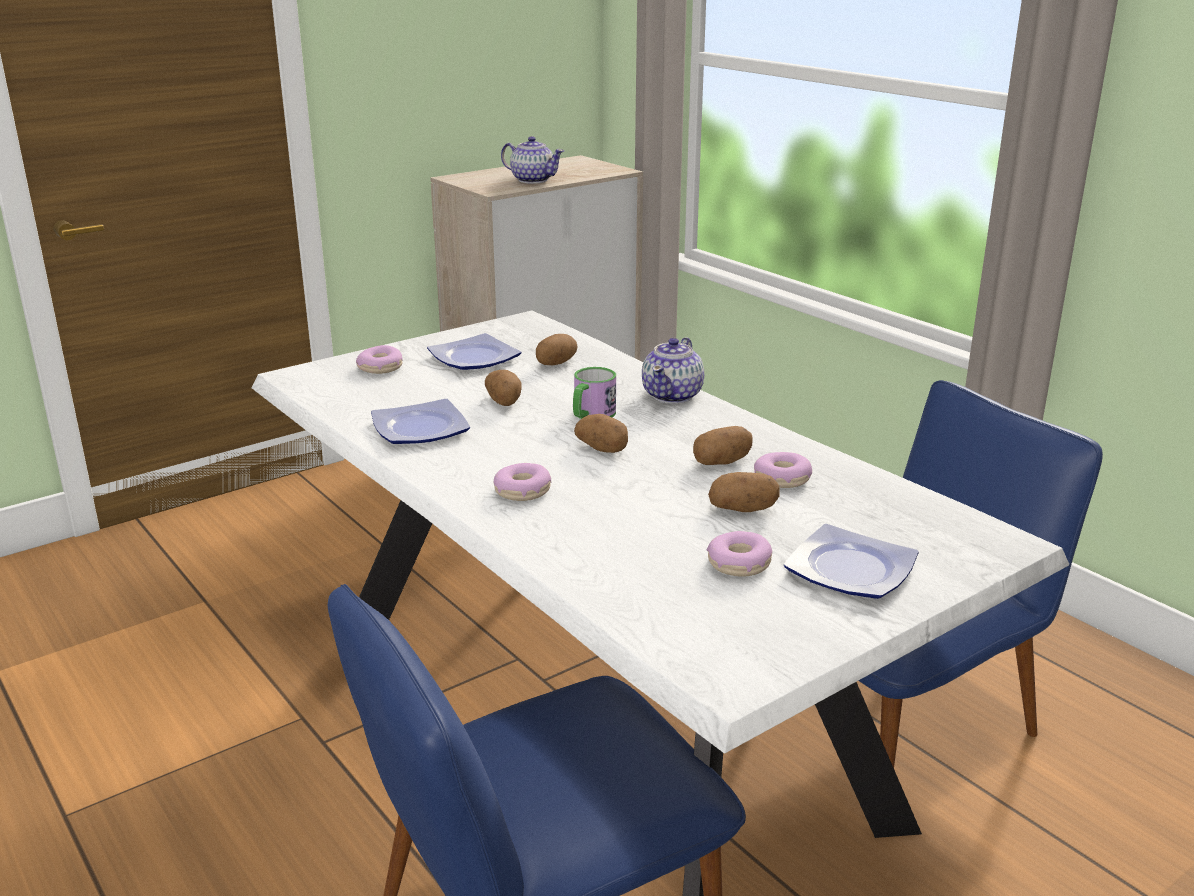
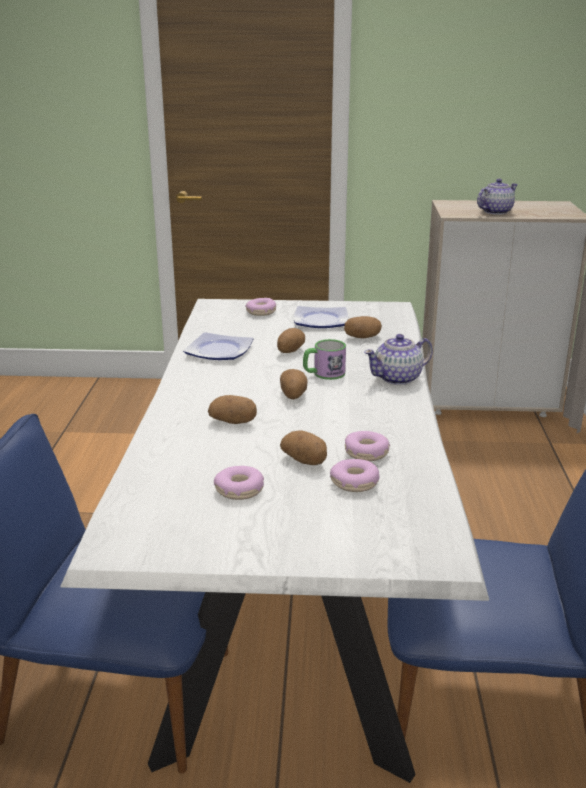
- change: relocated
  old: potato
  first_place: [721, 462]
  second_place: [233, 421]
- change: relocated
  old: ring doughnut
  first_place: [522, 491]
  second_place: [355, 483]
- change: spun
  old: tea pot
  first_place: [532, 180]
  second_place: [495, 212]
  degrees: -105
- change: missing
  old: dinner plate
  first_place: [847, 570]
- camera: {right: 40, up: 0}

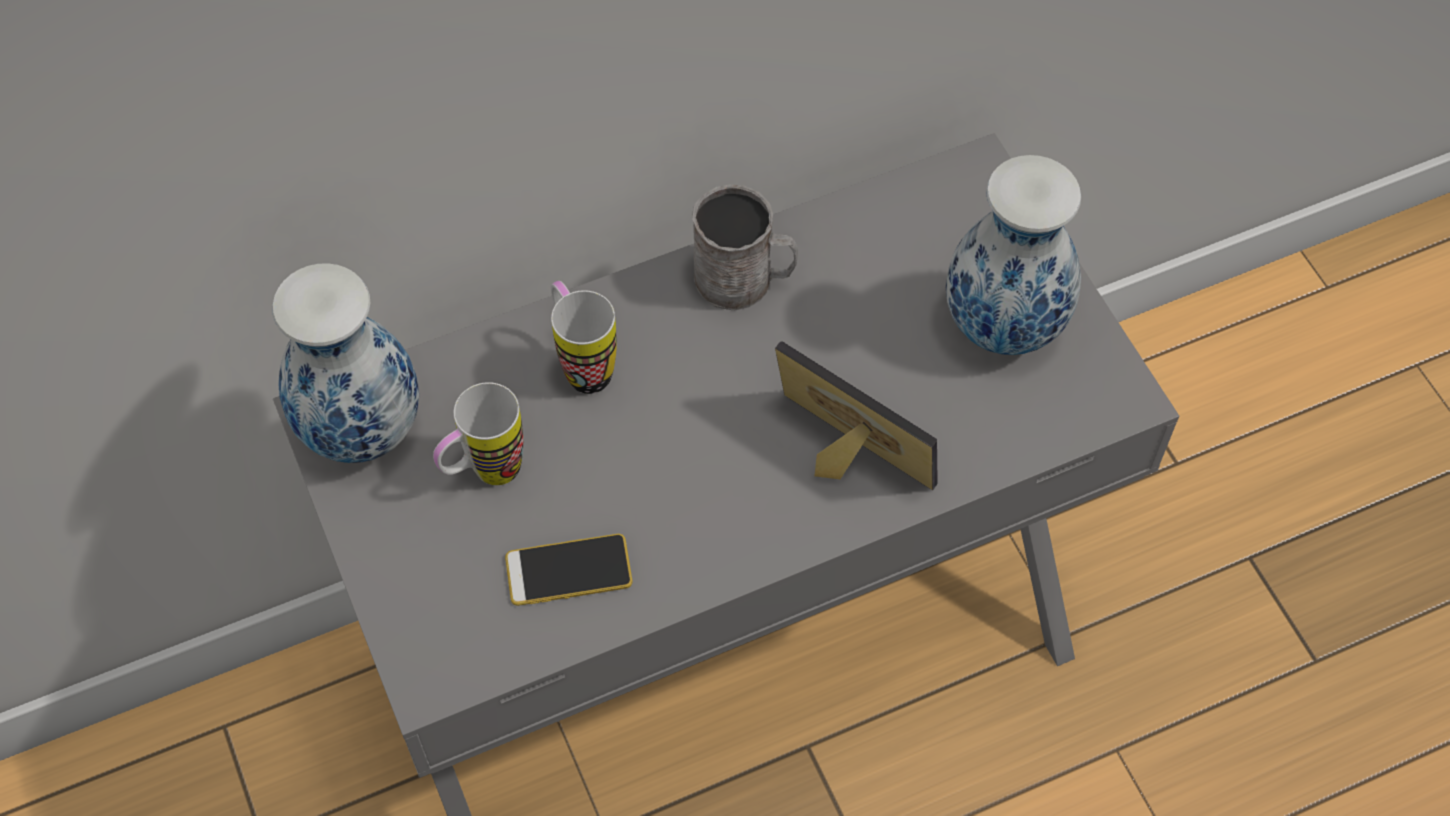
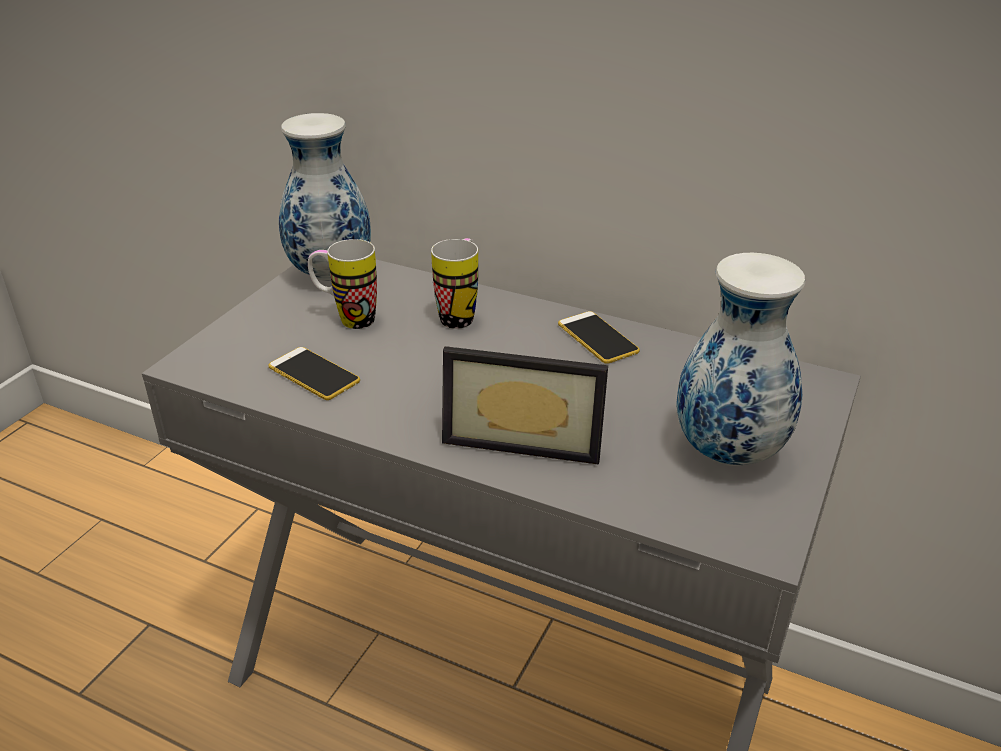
- change: spun
  old: photo frame
  first_place: [842, 459]
  second_place: [524, 436]
  degrees: 105
- change: exchanged
  old: tea mug/grey
  new: telephone
  first_place: [744, 280]
  second_place: [597, 338]
- camera: {right: 50, up: -25}

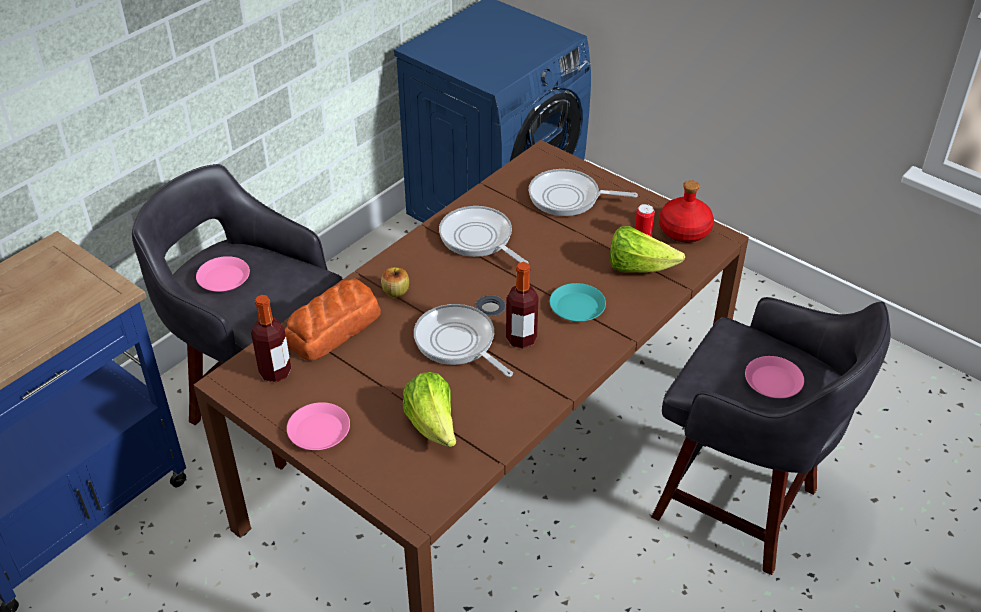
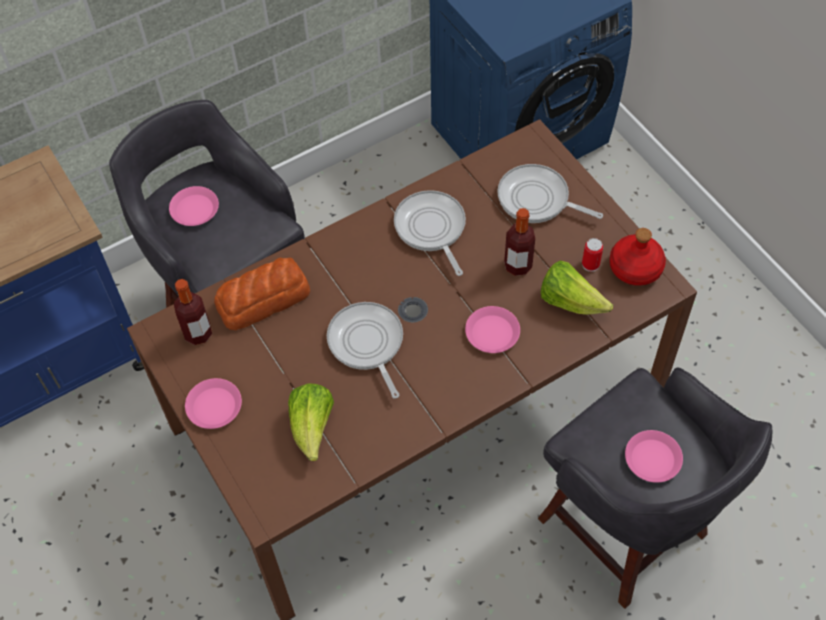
- change: colour
  old: dinner plate/turquoise
  new: dinner plate/pink
  first_place: [577, 307]
  second_place: [492, 333]
- change: relocated
  old: bottle
  first_place: [521, 339]
  second_place: [518, 265]
- change: missing
  old: apple
  first_place: [395, 292]
- camera: {right: 20, up: 15}

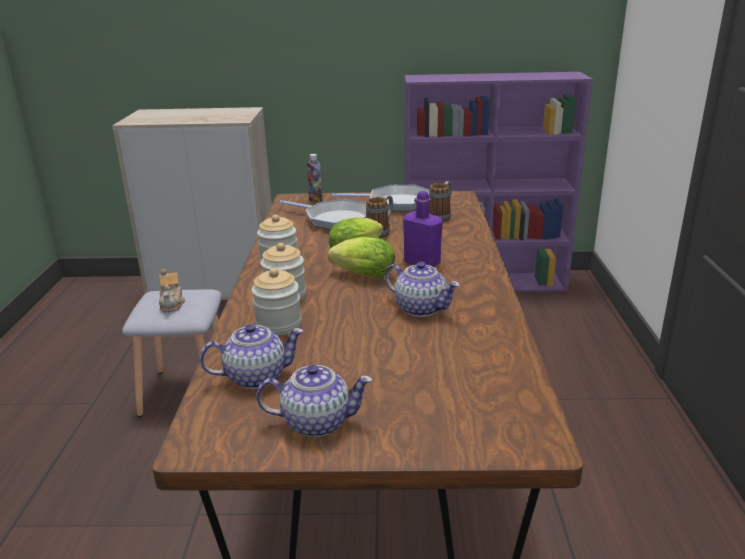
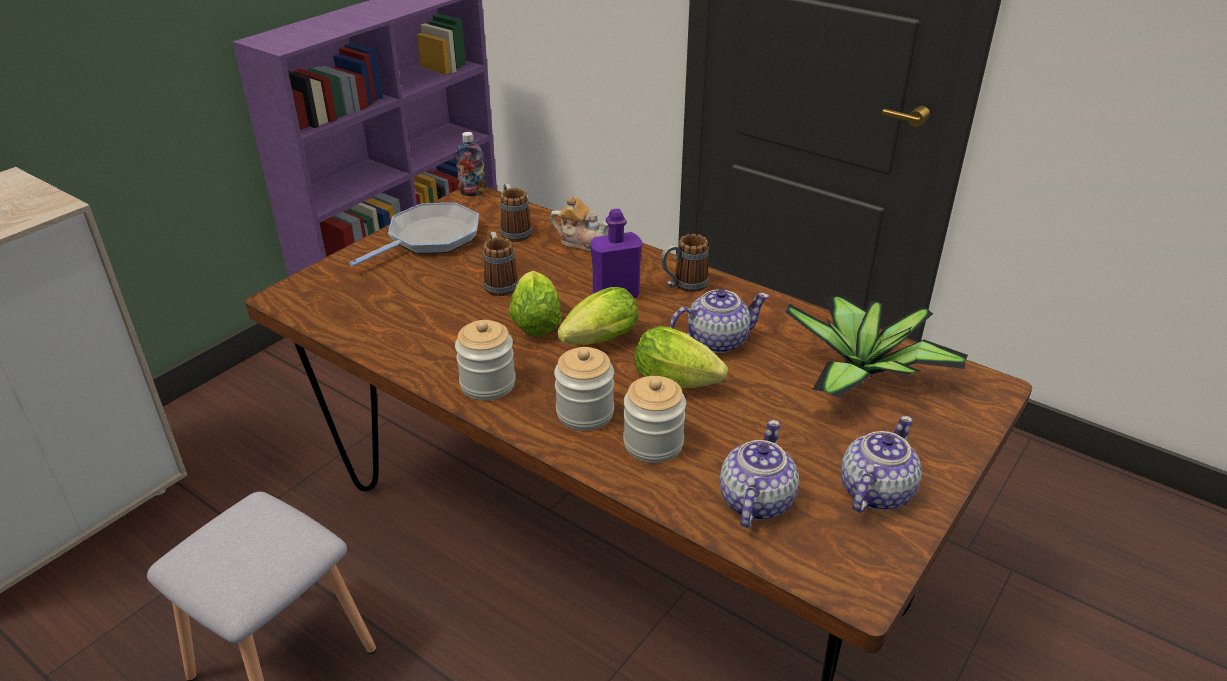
- change: relocated
  old: bottle
  first_place: [315, 200]
  second_place: [472, 193]
- change: relocated
  old: tea pot
  first_place: [172, 303]
  second_place: [582, 242]
- change: appeared
  new: lettuce head
  second_place: [681, 383]
- change: appeared
  new: tea mug
  second_place: [683, 285]
- change: appeared
  new: plant in a pot
  second_place: [864, 373]
- change: missing
  old: pan
  first_place: [335, 219]
- camera: {right: -55, up: 10}

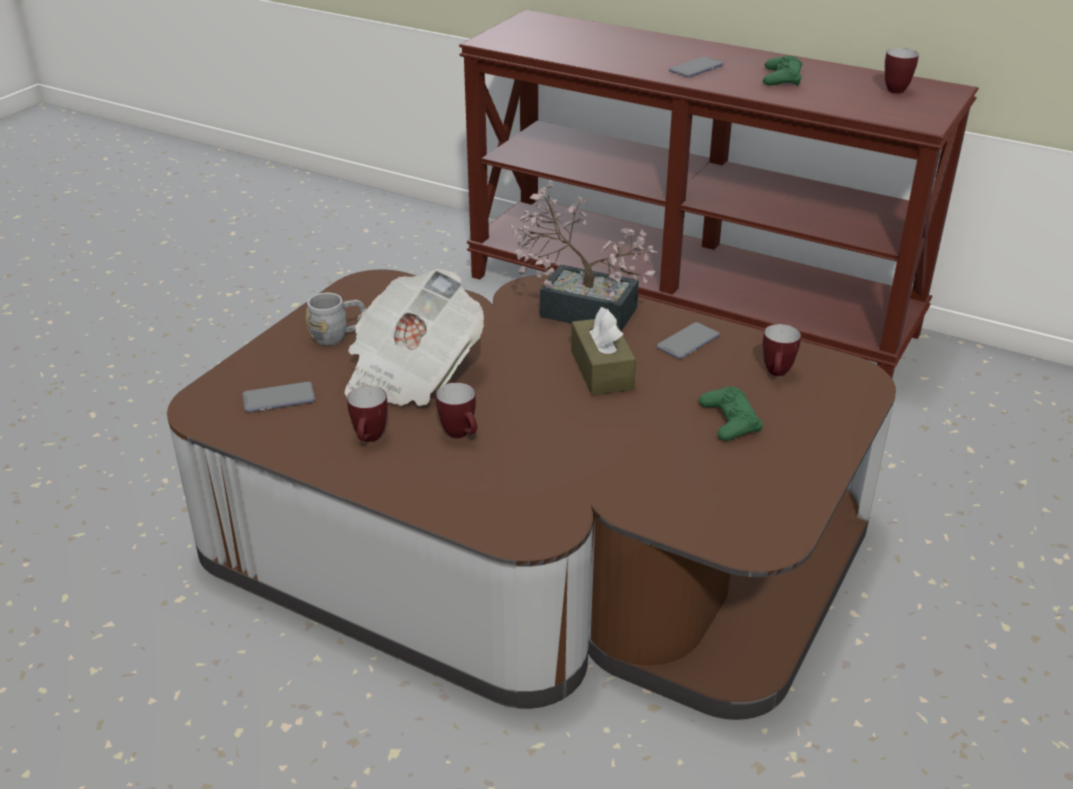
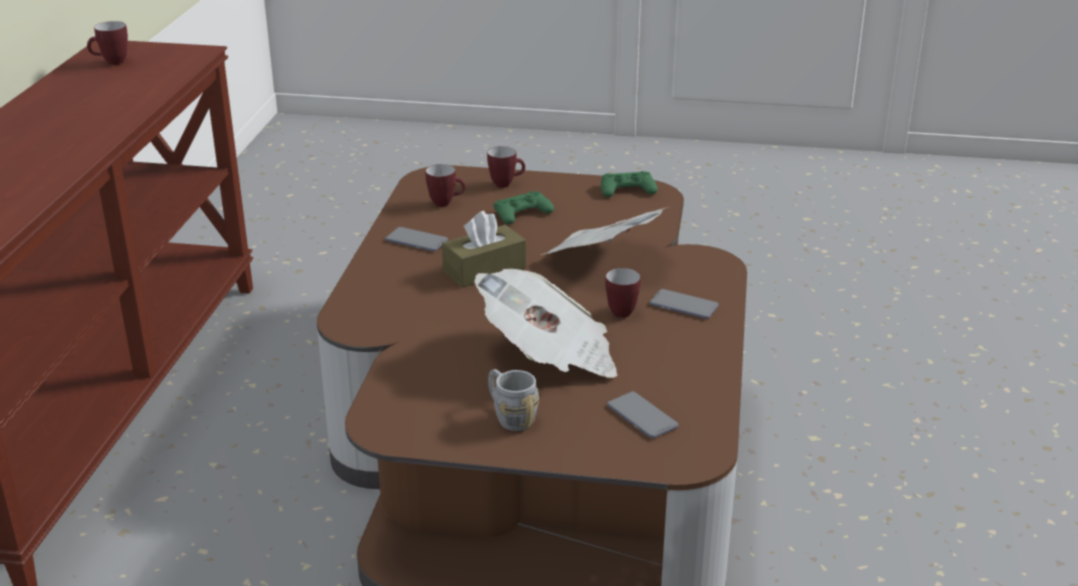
- change: relocated
  old: tea mug
  first_place: [370, 440]
  second_place: [506, 184]
- change: appeared
  new: daily paper
  second_place: [603, 261]
- change: relocated
  old: game controller/green
  first_place: [781, 78]
  second_place: [627, 190]
- change: relocated
  old: telephone
  first_place: [696, 68]
  second_place: [683, 305]
- change: missing
  old: plant in a pot
  first_place: [578, 309]
- camera: {right: -110, up: -5}

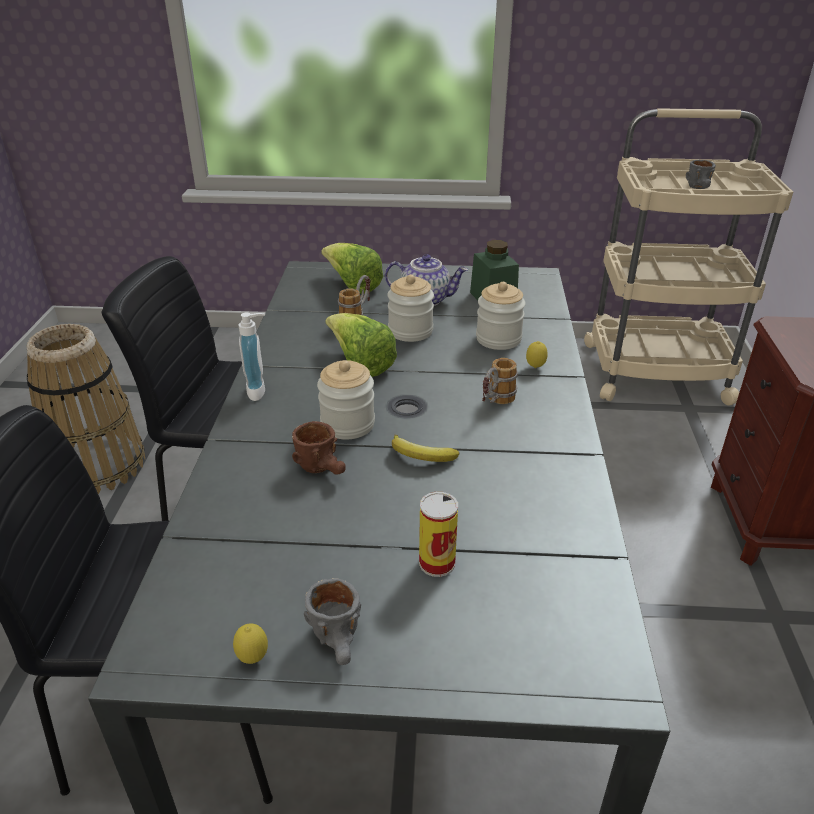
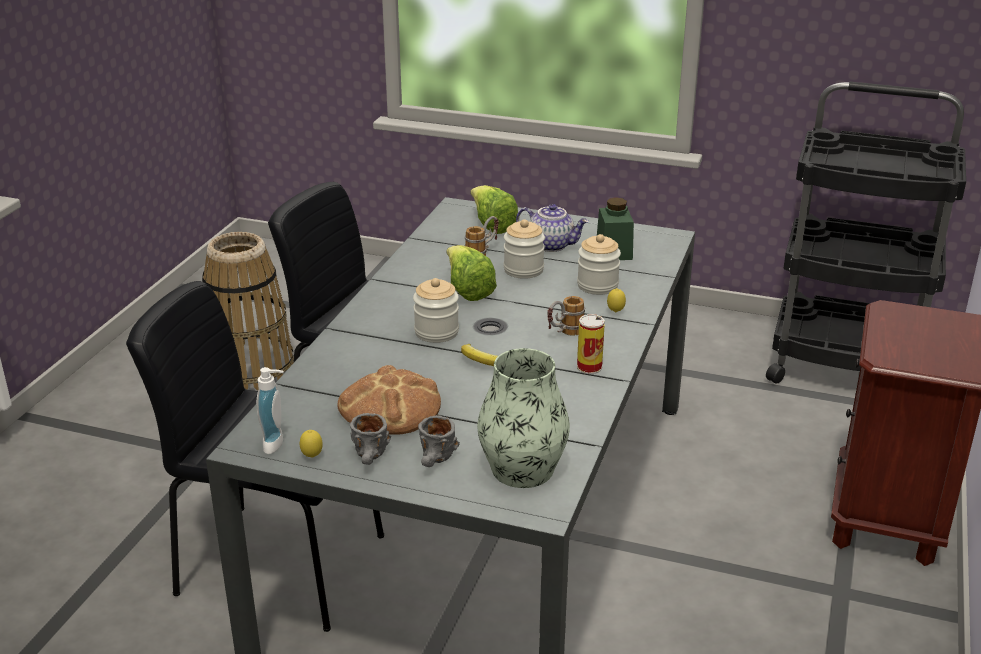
- change: relocated
  old: liquid soap bottle
  first_place: [260, 391]
  second_place: [277, 444]
- change: appeared
  new: bread
  second_place: [390, 407]
- change: relocated
  old: tea mug/grey
  first_place: [701, 189]
  second_place: [436, 461]
- change: appeared
  new: vase
  second_place: [522, 469]
- change: relocated
  old: sealed can
  first_place: [437, 563]
  second_place: [589, 367]
- change: colour
  old: cart/beige-coloured
  new: cart/blackish
  first_place: [656, 373]
  second_place: [845, 364]
- change: missing
  old: tea mug/brown
  first_place: [325, 469]
- camera: {right: 15, up: -5}

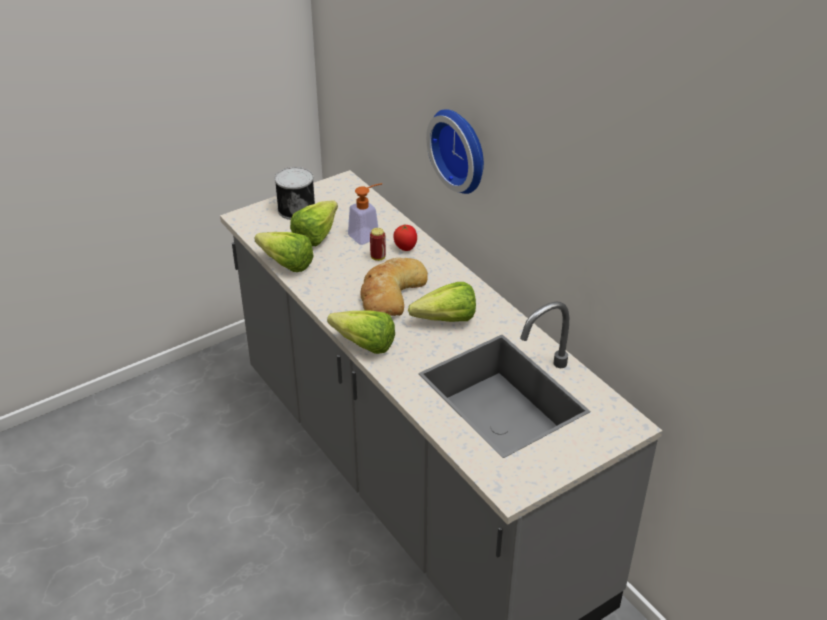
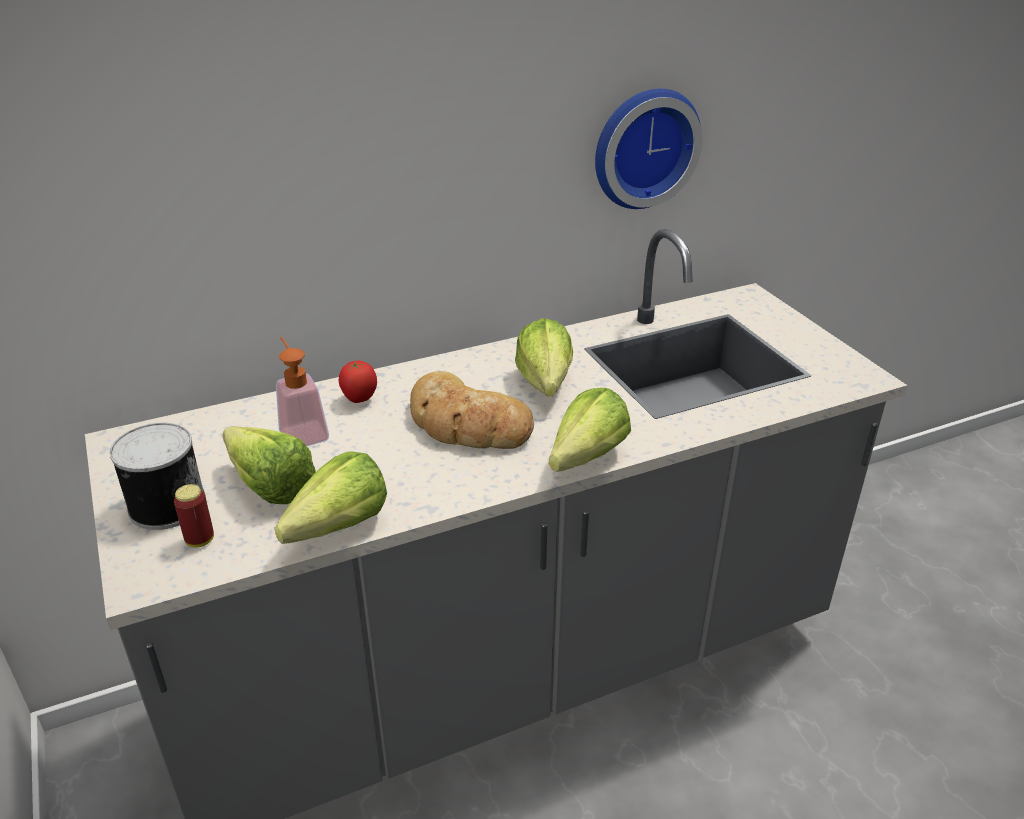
- change: relocated
  old: sealed can
  first_place: [378, 257]
  second_place: [200, 540]
- change: relocated
  old: hanging clock
  first_place: [461, 149]
  second_place: [643, 147]
- camera: {right: -80, up: -5}

